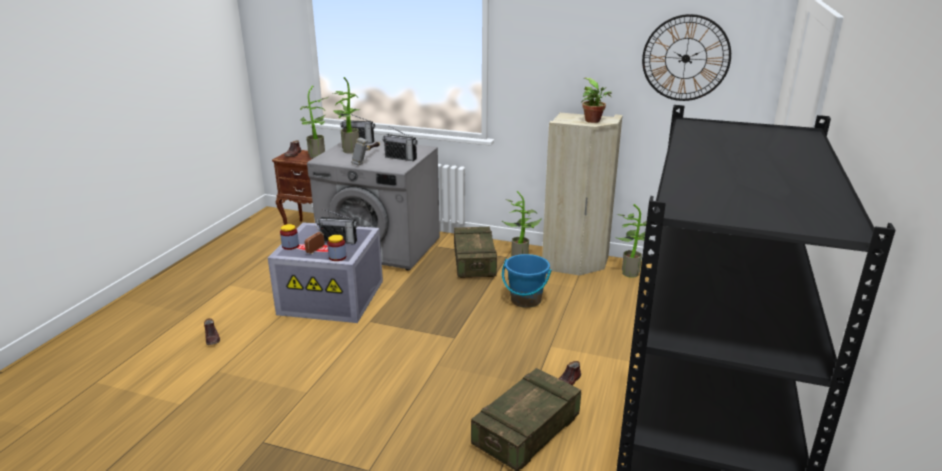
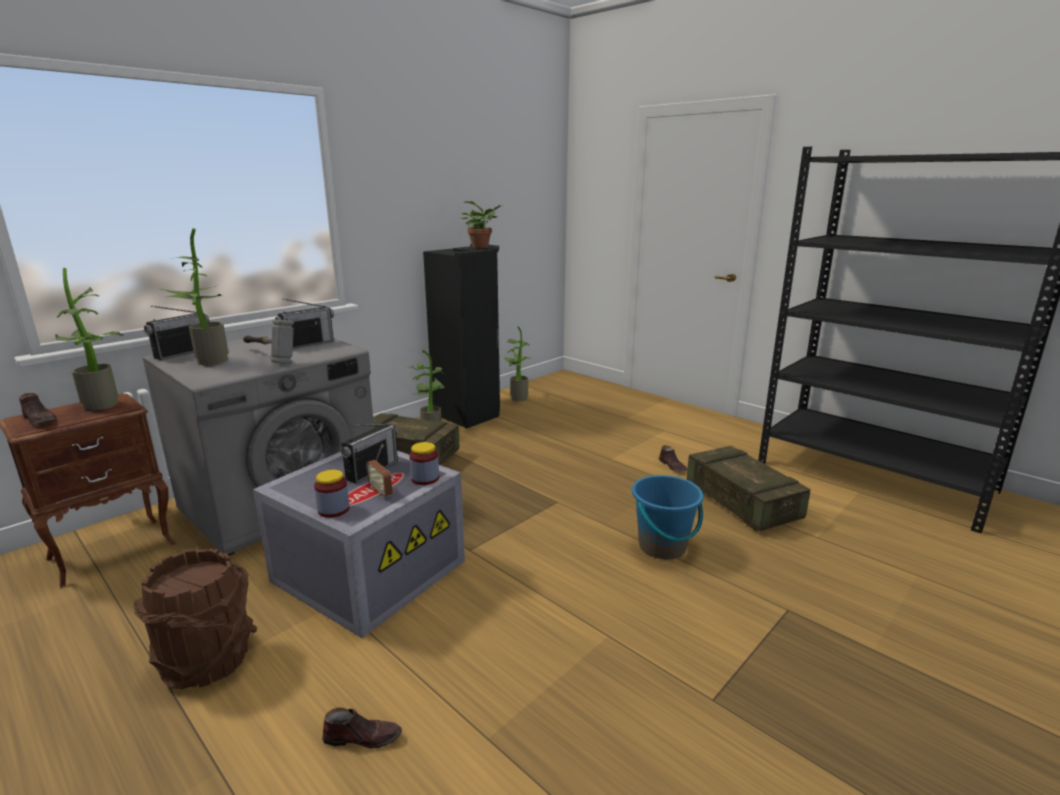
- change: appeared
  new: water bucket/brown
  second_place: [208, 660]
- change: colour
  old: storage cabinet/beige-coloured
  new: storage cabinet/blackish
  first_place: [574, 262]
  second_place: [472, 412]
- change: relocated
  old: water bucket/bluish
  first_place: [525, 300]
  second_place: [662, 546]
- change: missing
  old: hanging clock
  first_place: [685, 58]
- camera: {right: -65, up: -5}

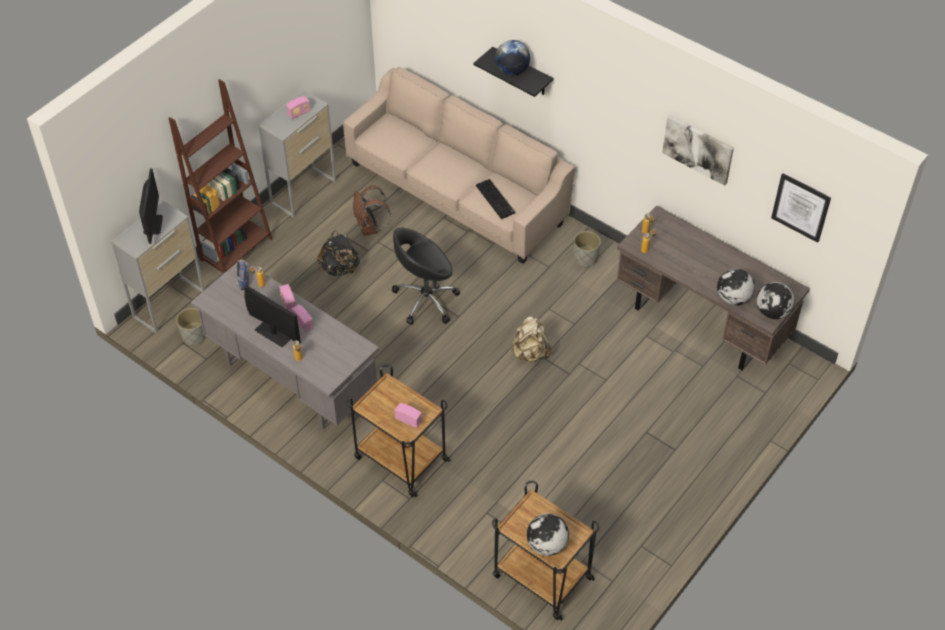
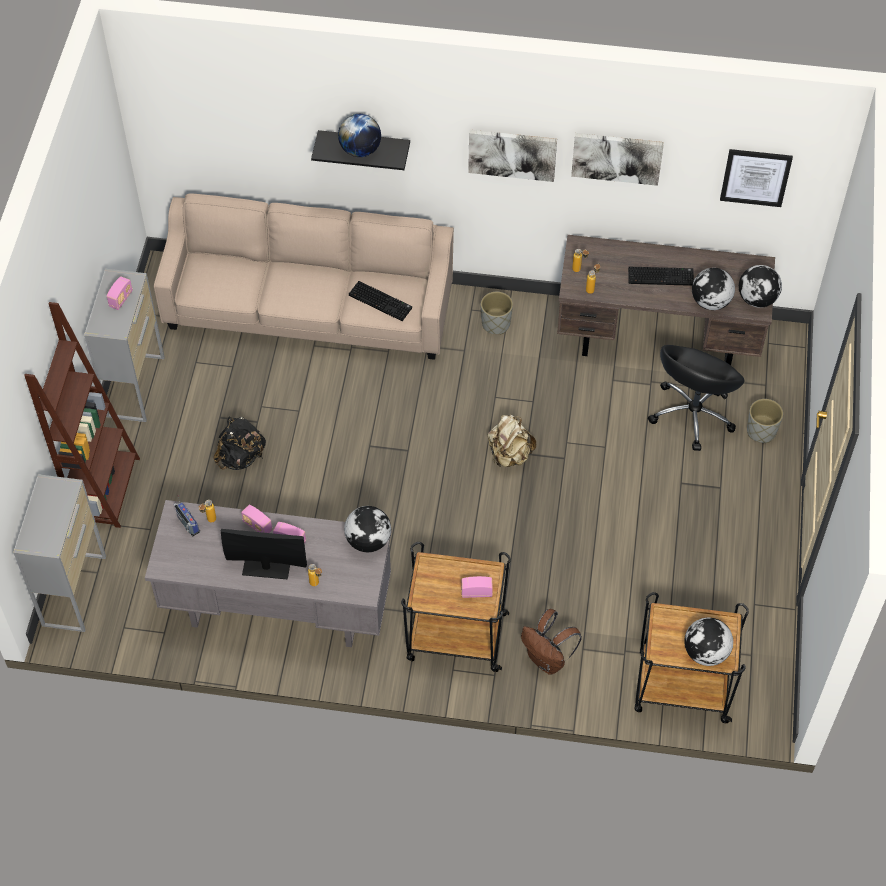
- change: appeared
  new: globe
  second_place: [368, 540]
- change: appeared
  new: picture
  second_place: [512, 154]
- change: relocated
  old: backpack/brown
  first_place: [370, 228]
  second_place: [548, 660]
- change: appeared
  new: computer keyboard
  second_place: [661, 276]
- change: relocated
  old: desk chair/blackish
  first_place: [424, 300]
  second_place: [690, 417]
- change: relocated
  old: flower pot/grey
  first_place: [194, 336]
  second_place: [761, 431]
- change: missing
  old: computer screen
  first_place: [153, 224]
- camera: {right: -30, up: 5}

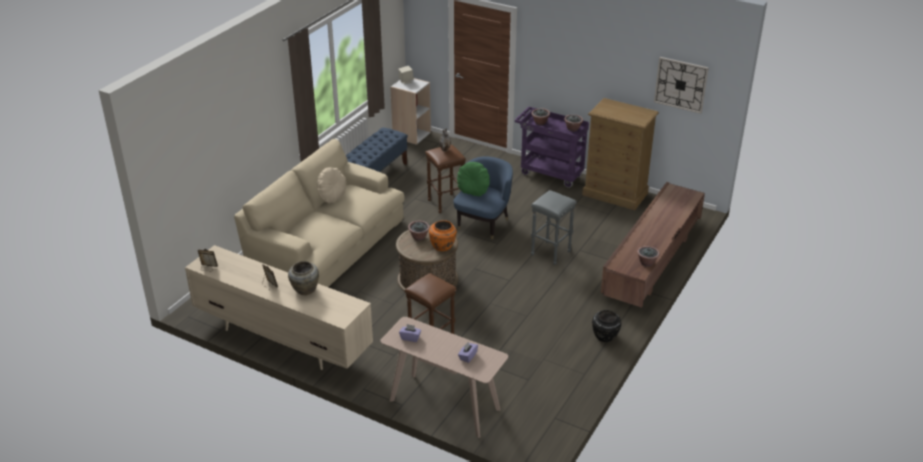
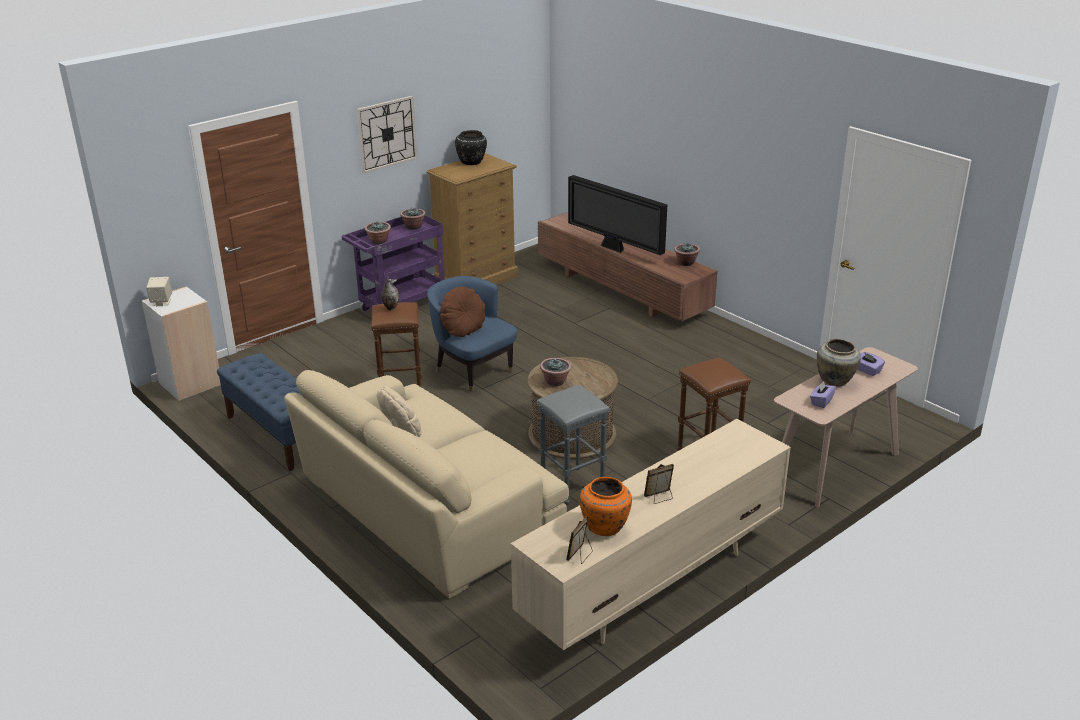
- change: relocated
  old: hanging clock
  first_place: [681, 84]
  second_place: [387, 134]
- change: colour
  old: throw pillow/green
  new: throw pillow/brown
  first_place: [473, 192]
  second_place: [463, 331]
- change: relocated
  old: vase/blackish
  first_place: [605, 337]
  second_place: [472, 162]
- change: relocated
  old: sitting stool/grey
  first_place: [551, 253]
  second_place: [574, 486]
- change: appeared
  new: TV
  second_place: [614, 248]
- change: relocated
  old: vase/orangey
  first_place: [443, 247]
  second_place: [605, 527]
- change: relocated
  old: vase/beige-coloured
  first_place: [304, 290]
  second_place: [835, 381]
- camera: {right: -70, up: -5}

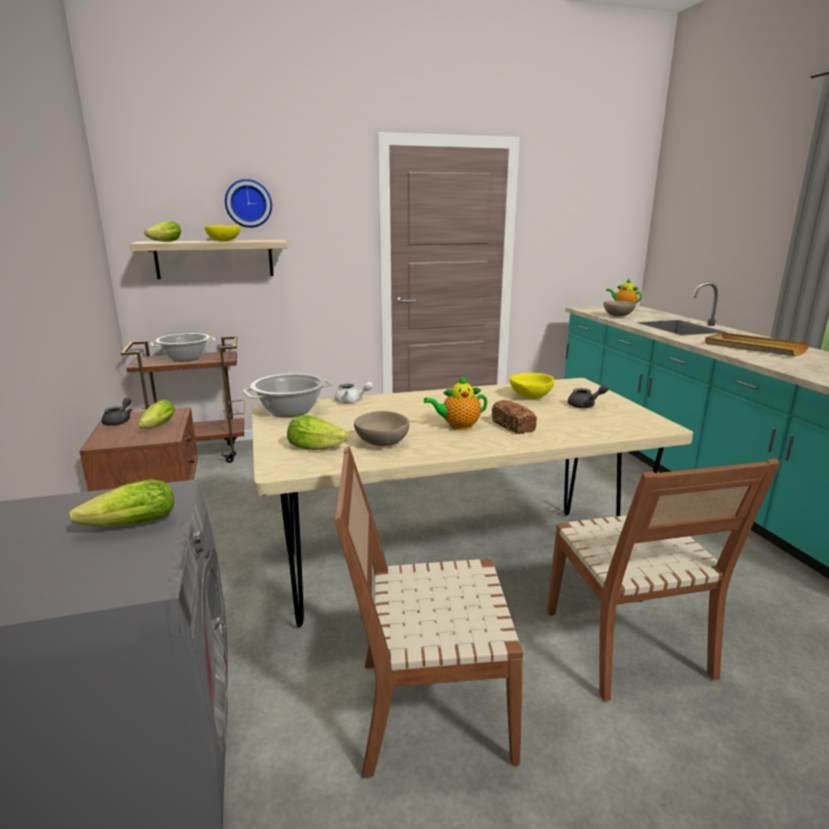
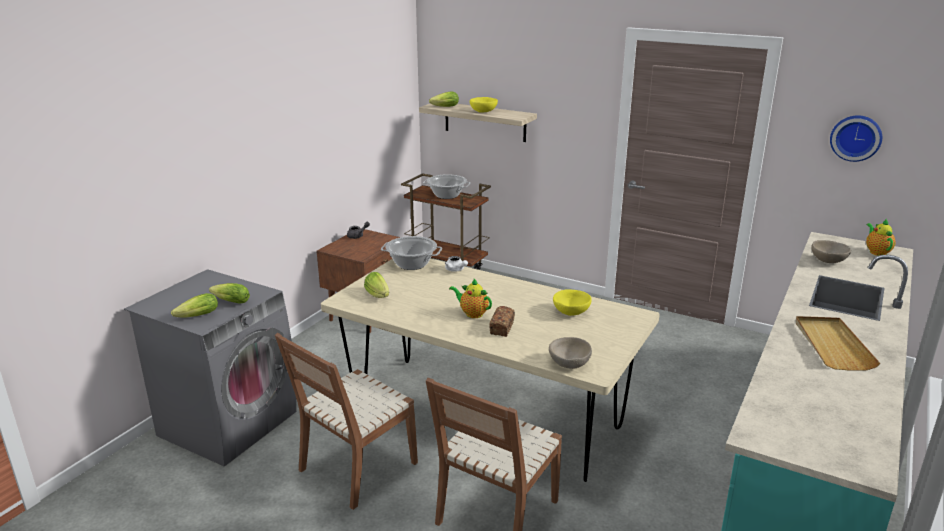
- change: relocated
  old: lettuce head
  first_place: [156, 427]
  second_place: [195, 317]
- change: spun
  old: plain chair
  first_place: [425, 711]
  second_place: [354, 470]
  degrees: -90
- change: relocated
  old: serving bowl/beige-coloured
  first_place: [381, 443]
  second_place: [569, 363]
- change: relocated
  old: hanging clock
  first_place: [248, 203]
  second_place: [856, 137]
- change: missing
  old: tea pot/grey
  first_place: [585, 405]
- camera: {right: 45, up: 5}

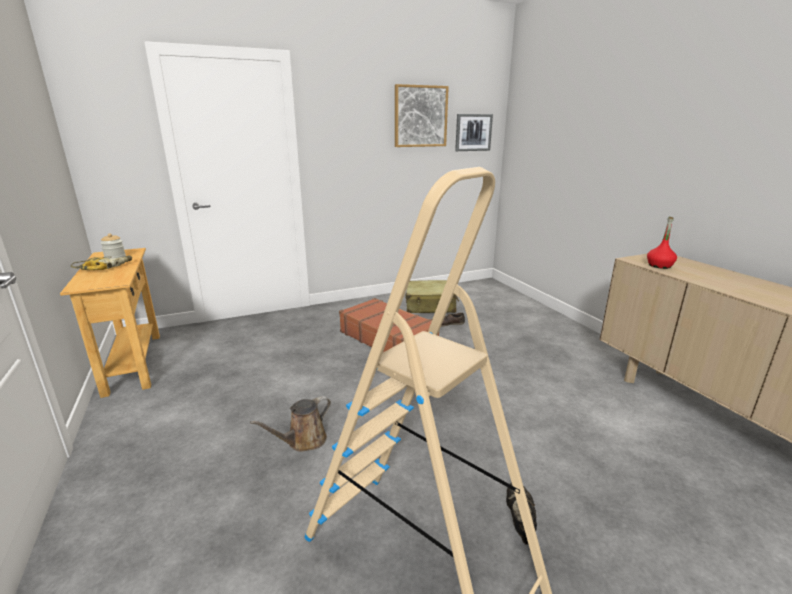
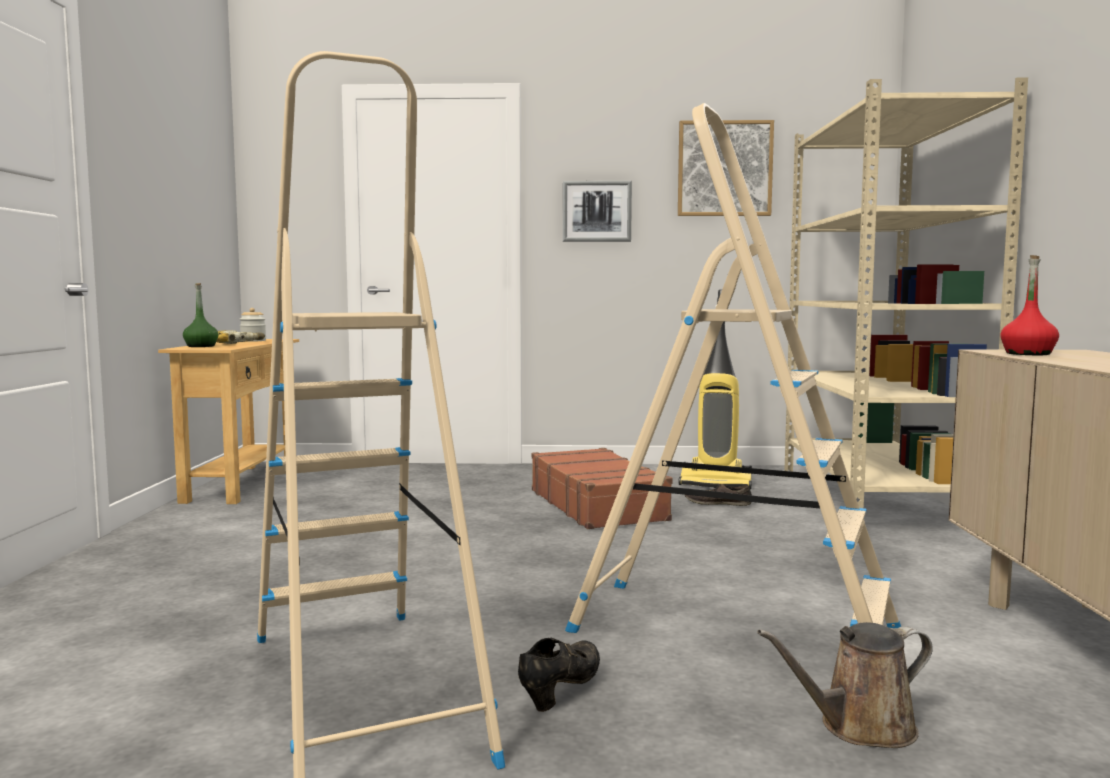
- change: appeared
  new: bottle/green
  second_place: [201, 346]
- change: relocated
  old: picture
  first_place: [473, 132]
  second_place: [597, 211]
- change: appeared
  new: stepladder/beige-coloured
  second_place: [735, 631]
- change: exchanged
  old: travel case/beige-coloured
  new: vacuum
  first_place: [430, 305]
  second_place: [716, 483]
- change: relocated
  old: watering can/brown
  first_place: [303, 441]
  second_place: [859, 728]
- change: appeared
  new: bookshelf/beige-coloured
  second_place: [876, 502]
- camera: {right: 25, up: -15}

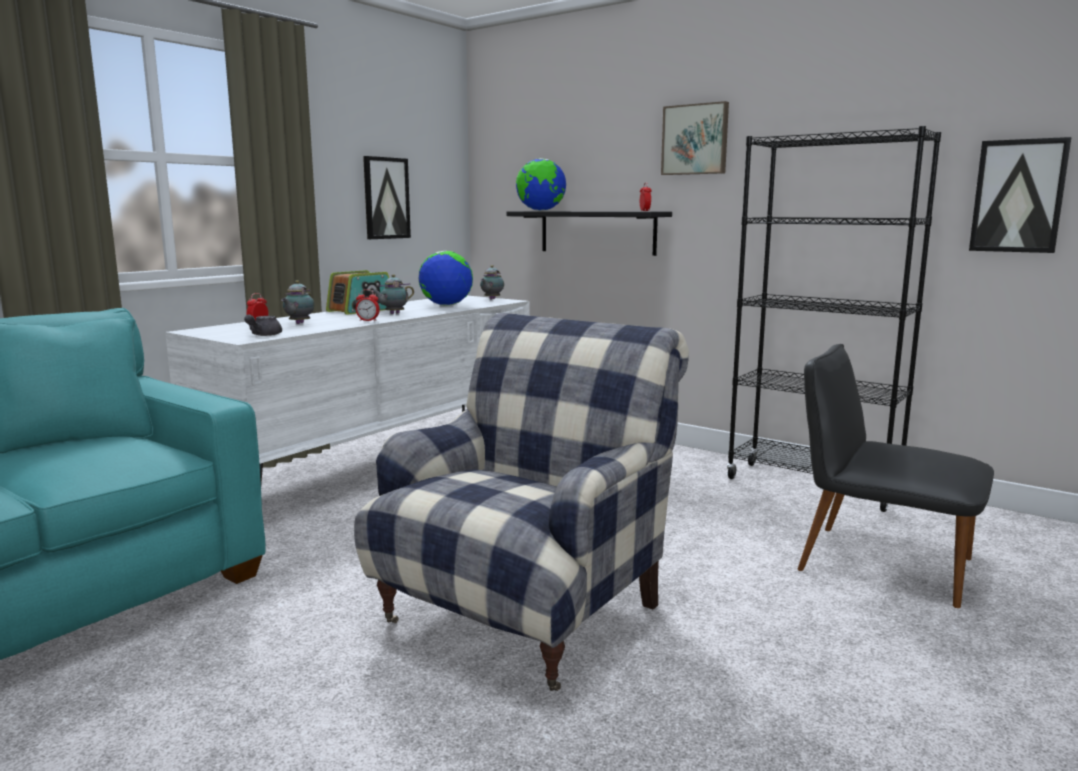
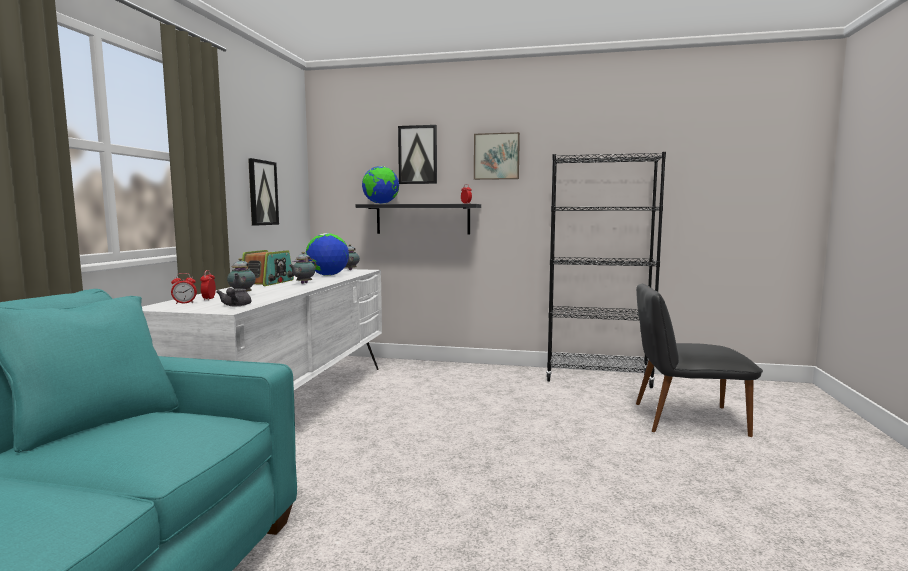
- change: relocated
  old: bedside clock
  first_place: [368, 320]
  second_place: [185, 303]
- change: relocated
  old: picture
  first_place: [1018, 196]
  second_place: [418, 155]
- change: missing
  old: easy chair
  first_place: [525, 614]
- camera: {right: -25, up: -5}

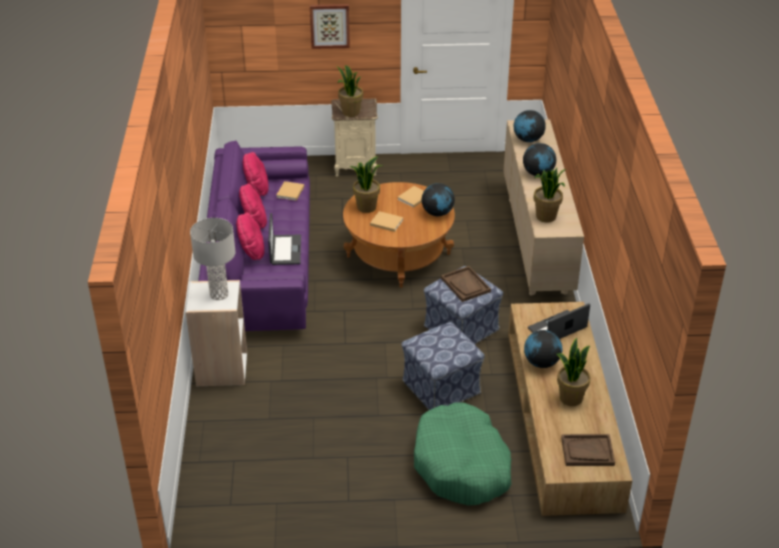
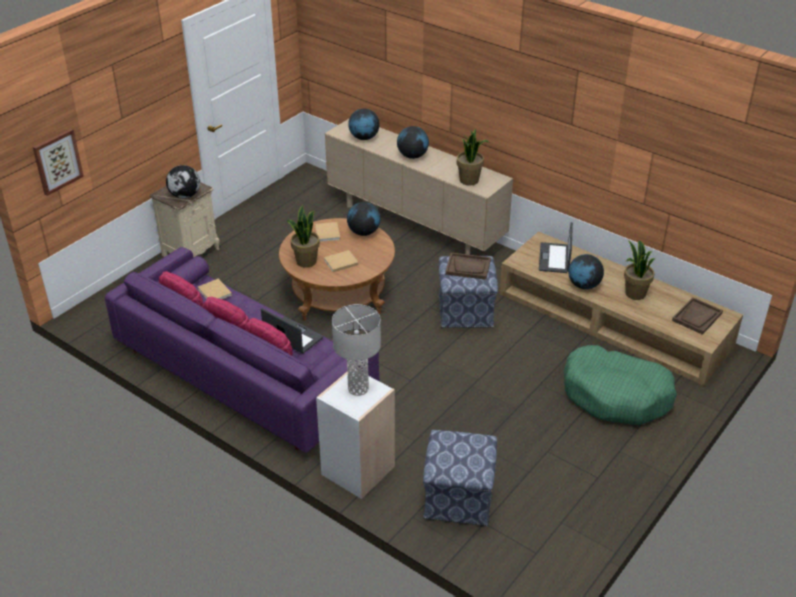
- change: relocated
  old: picture
  first_place: [329, 25]
  second_place: [57, 161]
- change: exchanged
  old: plant in a pot
  new: globe
  first_place: [350, 112]
  second_place: [185, 196]
- change: relocated
  old: footrest
  first_place: [440, 388]
  second_place: [458, 498]
- camera: {right: -50, up: 0}

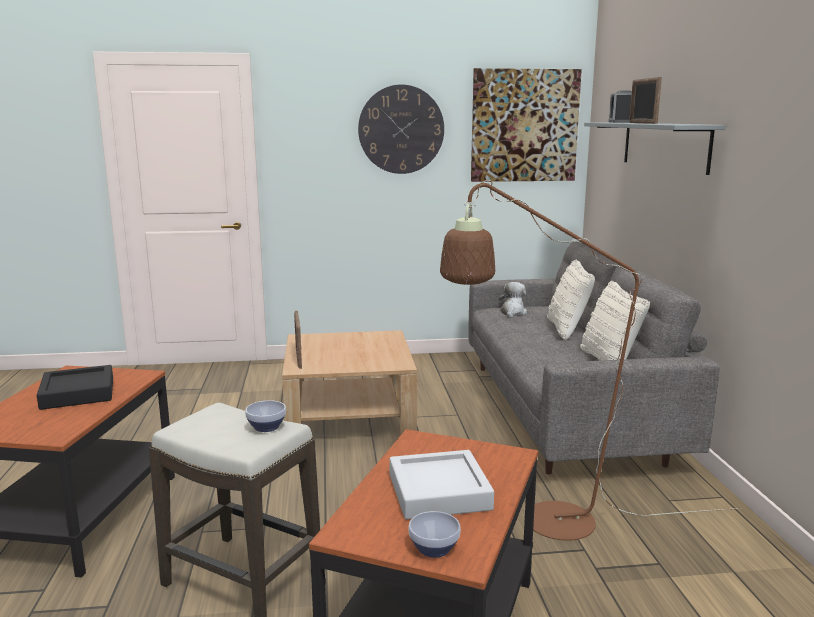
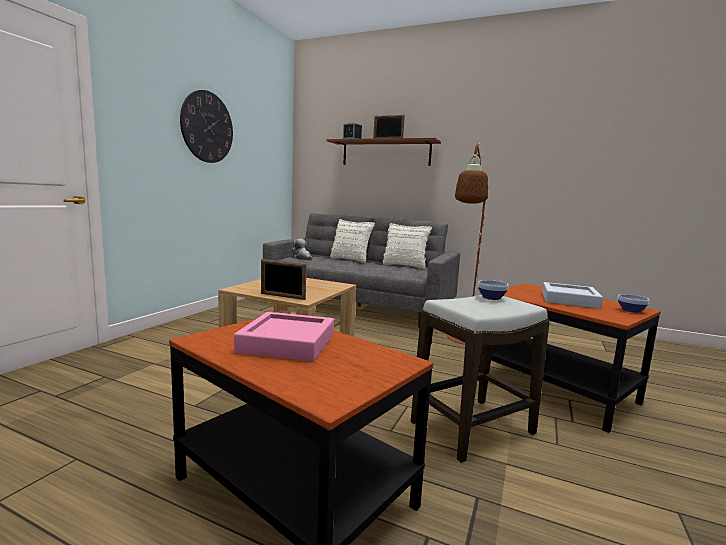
- change: colour
  old: carrying tray/blackish
  new: carrying tray/pink
  first_place: [78, 393]
  second_place: [287, 343]
- change: colour
  old: shelf/grey
  new: shelf/brown
  first_place: [664, 145]
  second_place: [385, 153]
- change: missing
  old: picture
  first_place: [524, 126]
- camera: {right: -60, up: -5}

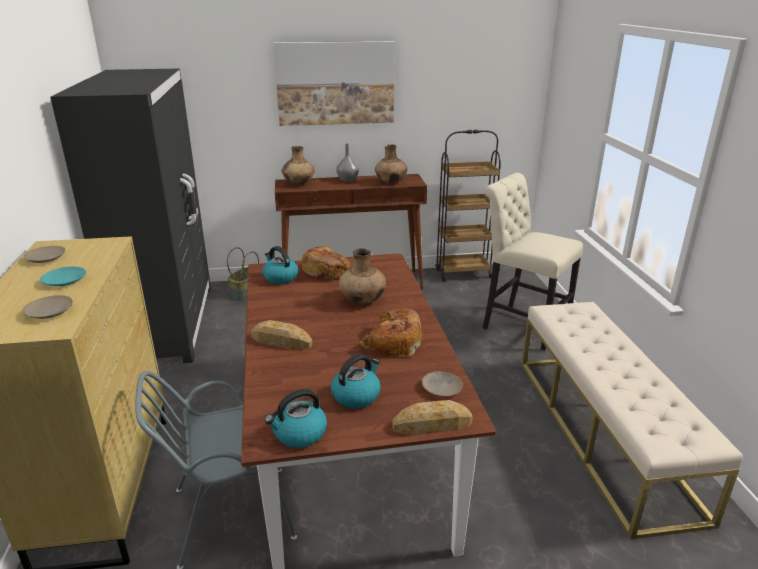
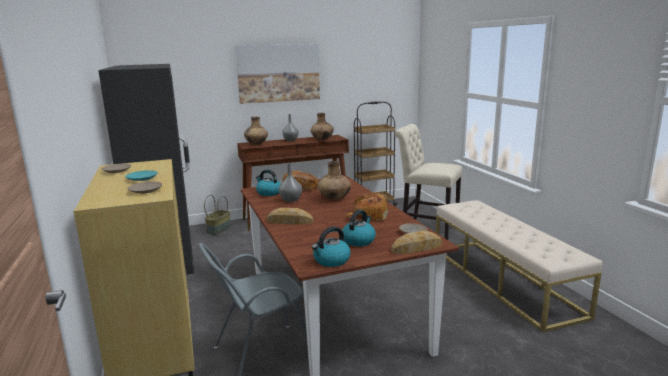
- change: appeared
  new: vase/grey
  second_place: [290, 200]
- camera: {right: -10, up: -10}

